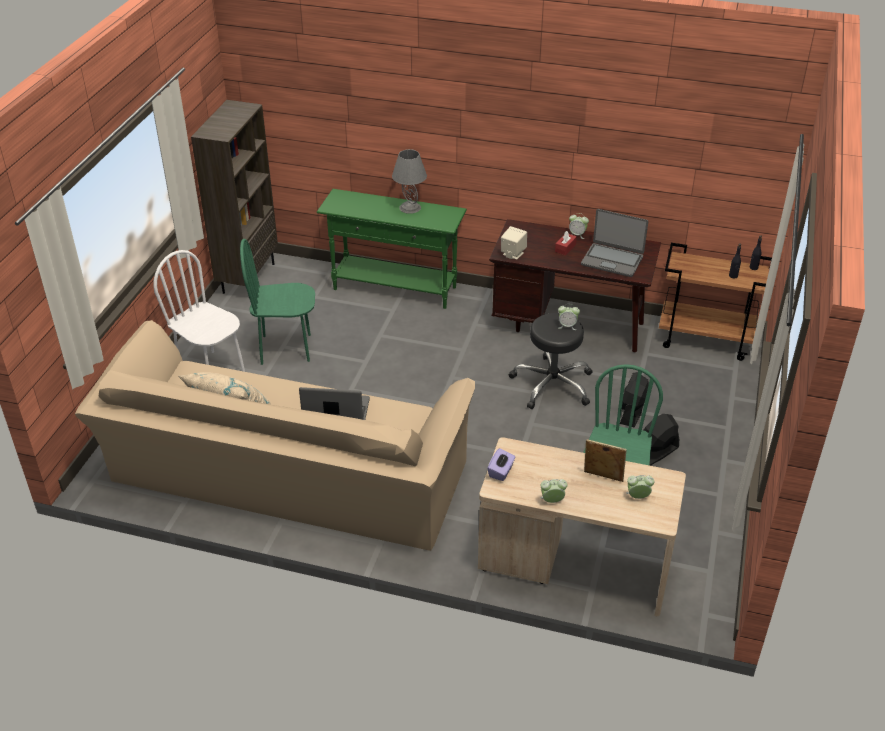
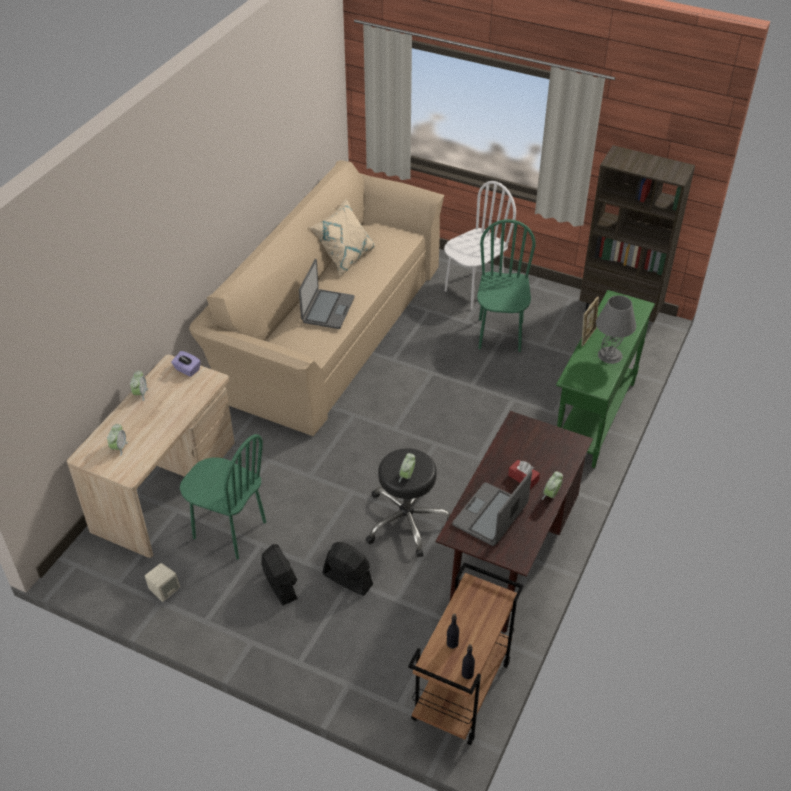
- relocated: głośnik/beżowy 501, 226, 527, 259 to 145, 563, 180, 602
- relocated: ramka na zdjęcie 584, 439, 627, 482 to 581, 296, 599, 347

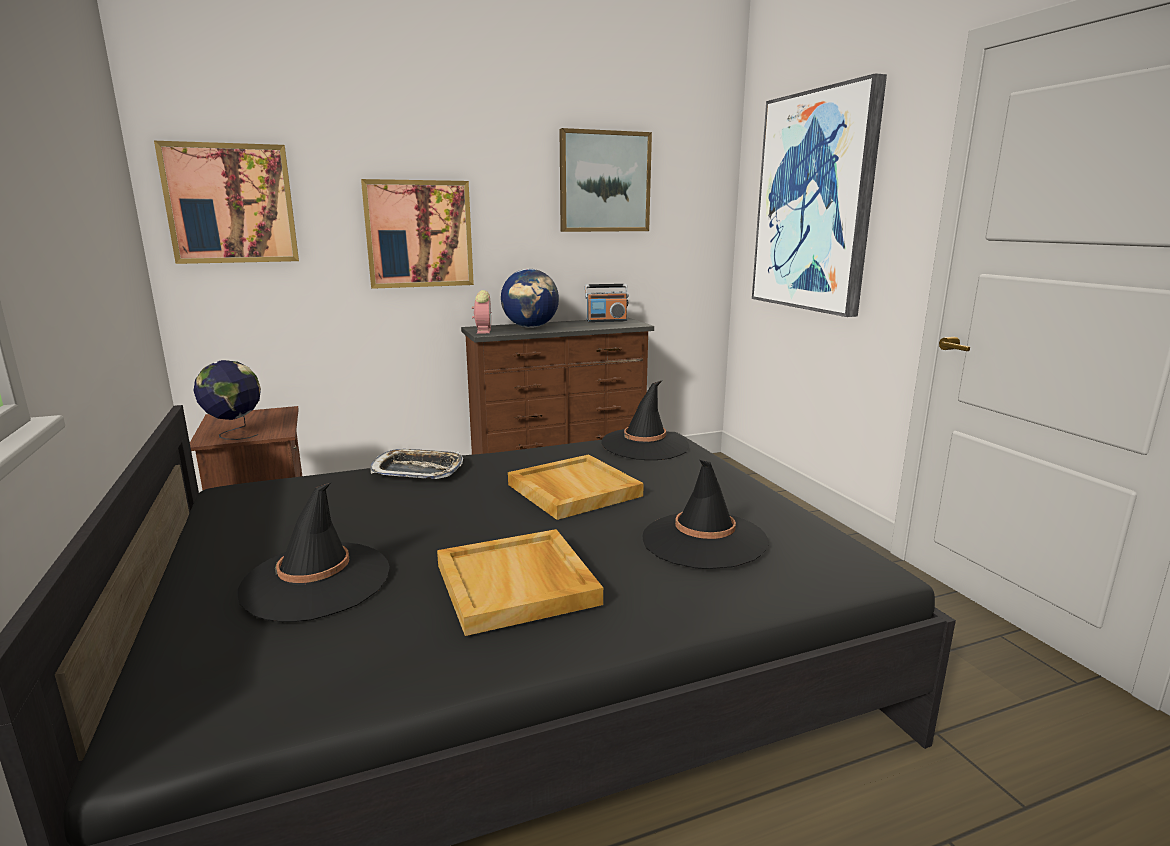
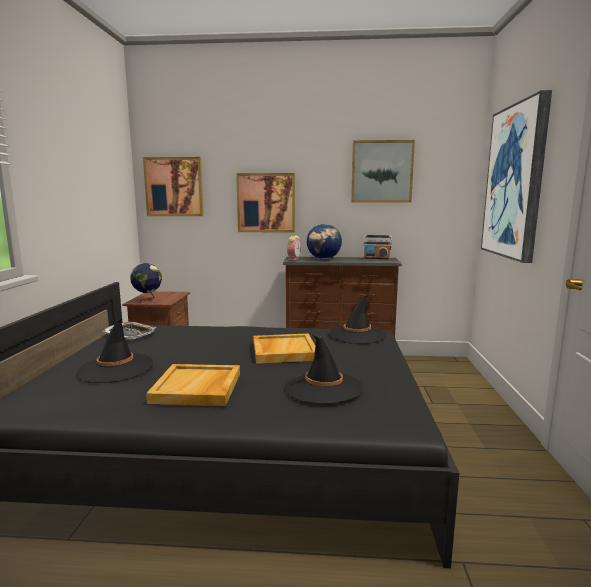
- relocated: taca 371, 449, 463, 479 to 102, 322, 157, 340

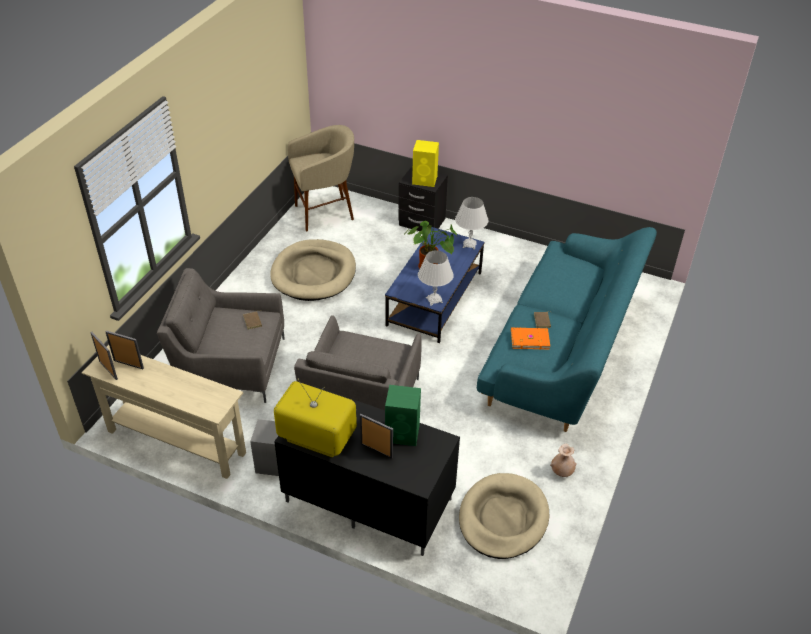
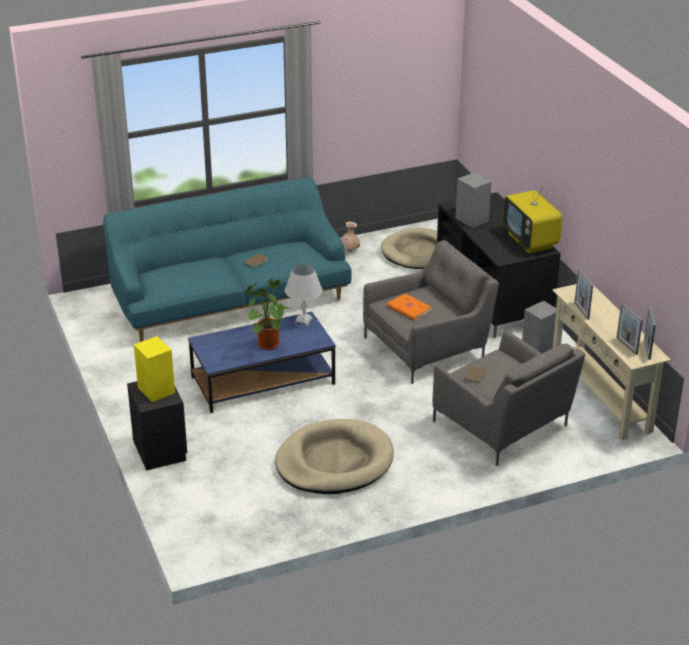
- missing: stołek/beżowy 288, 125, 354, 232
- relocated: ramka na zdjęcie 360, 414, 393, 459 to 574, 269, 593, 320
- colour: głośnik/zielony 385, 385, 421, 446 to głośnik/szary 455, 172, 491, 228
- missing: lampa stołowa/biały 455, 197, 488, 249
- relocated: książka/pomarańczowy 511, 327, 550, 350 to 387, 294, 432, 321

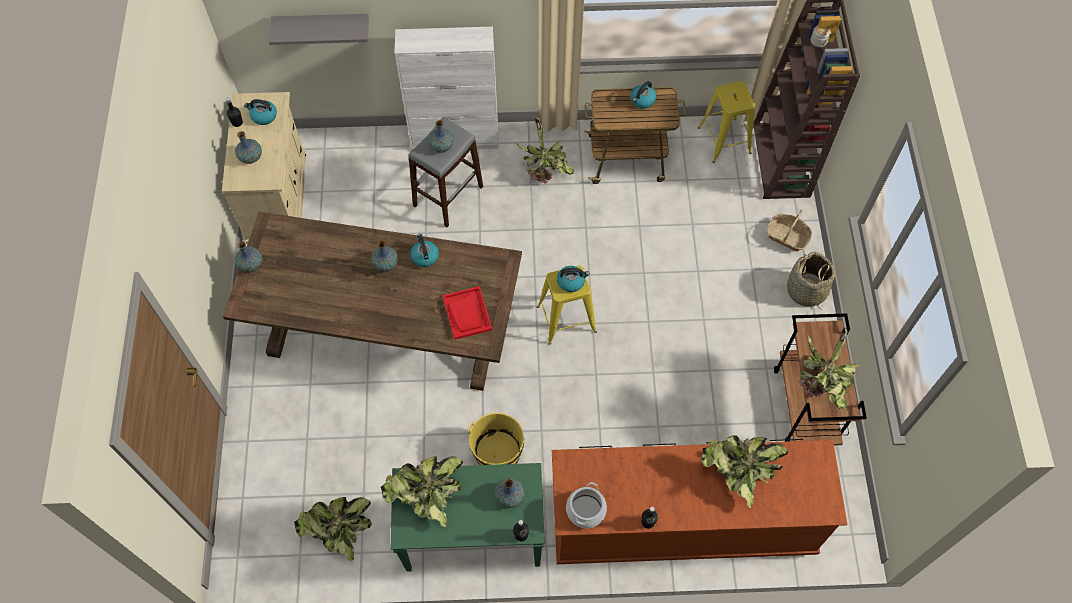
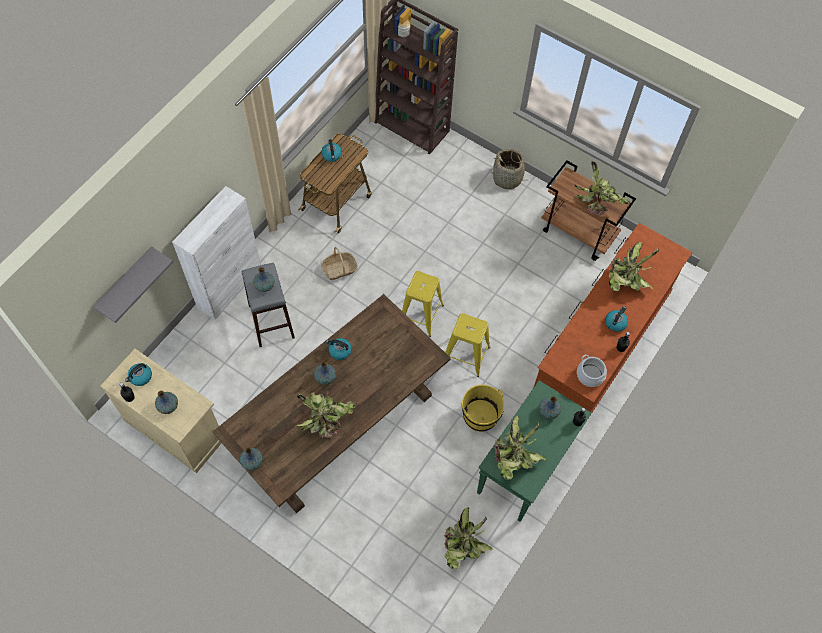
- missing: taca/czerwony 442, 286, 492, 340
- relocated: roślina doniczkowa 515, 118, 574, 184 to 296, 392, 356, 439
- relocated: czajnik 557, 266, 590, 292 to 605, 306, 628, 332
- relocated: stołek/żółty 698, 81, 755, 163 to 445, 313, 490, 377
- relocated: koszyk 767, 210, 812, 252 to 321, 247, 358, 280

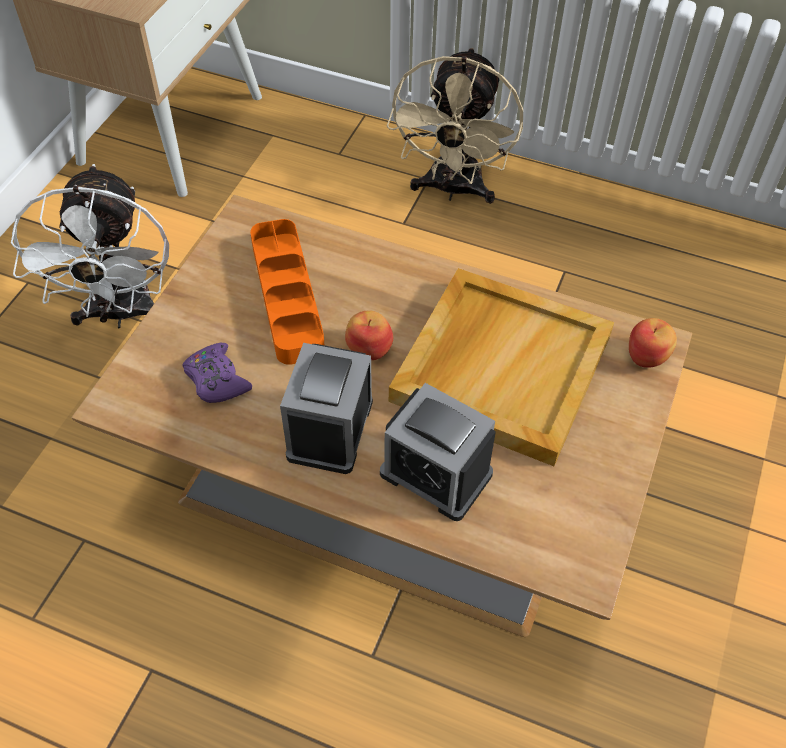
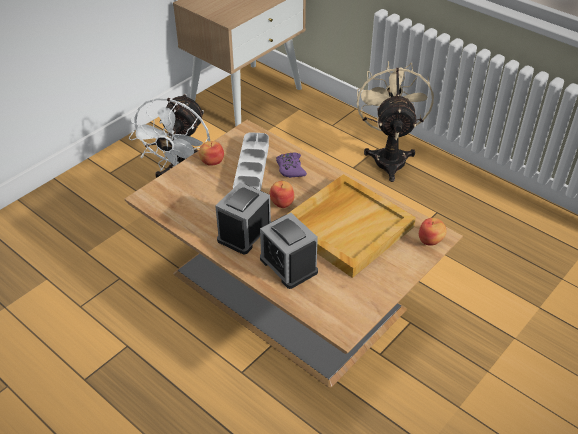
- relocated: pad do gier/fioletowy 182, 343, 252, 403 to 276, 153, 307, 178
- colour: taca/pomarańczowy 250, 219, 324, 365 to taca/szary 233, 132, 269, 191
- spun: wentylator/beżowy 387, 48, 523, 204 = 357, 61, 434, 182 150 degrees clockwise
- appeared: jabłko 199, 141, 224, 166

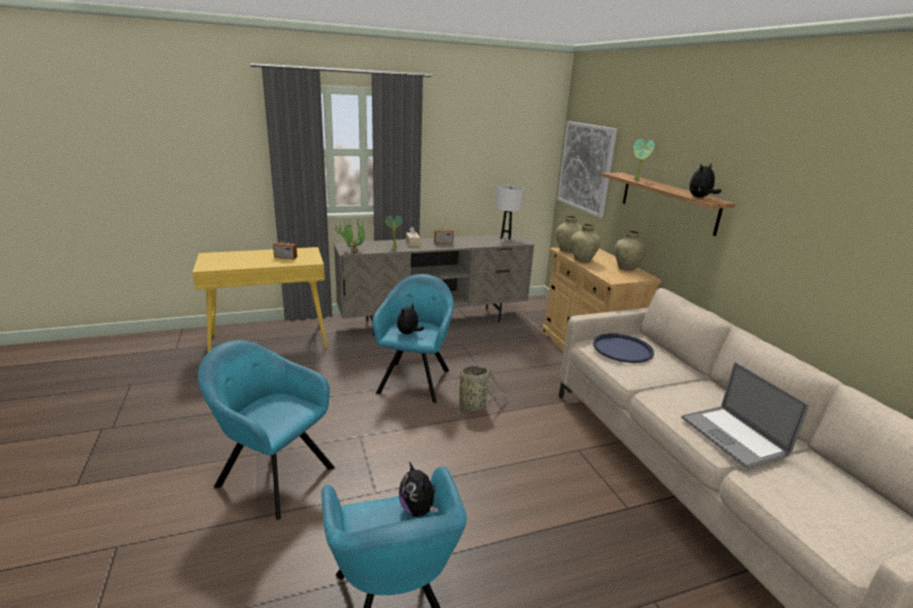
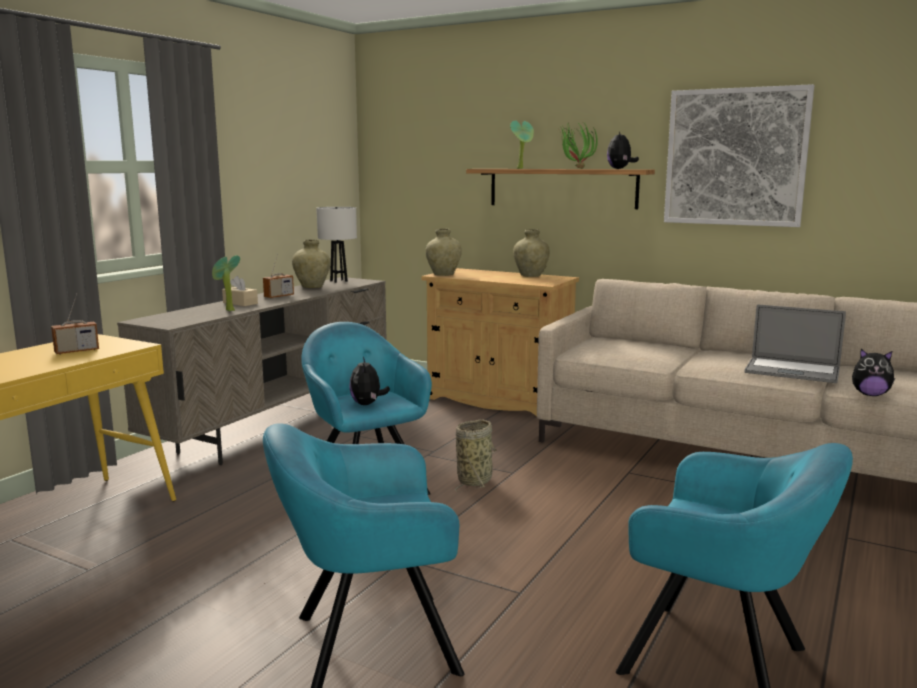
- relocated: roślina doniczkowa 335, 218, 365, 252 to 559, 119, 598, 169
- relocated: pluszak 399, 461, 438, 517 to 852, 349, 895, 396
- relocated: obraz 557, 121, 617, 218 to 664, 84, 814, 227
- relocated: wazon/beżowy 571, 224, 600, 262 to 292, 239, 331, 288
- missing: taca/niebieski 593, 333, 654, 363

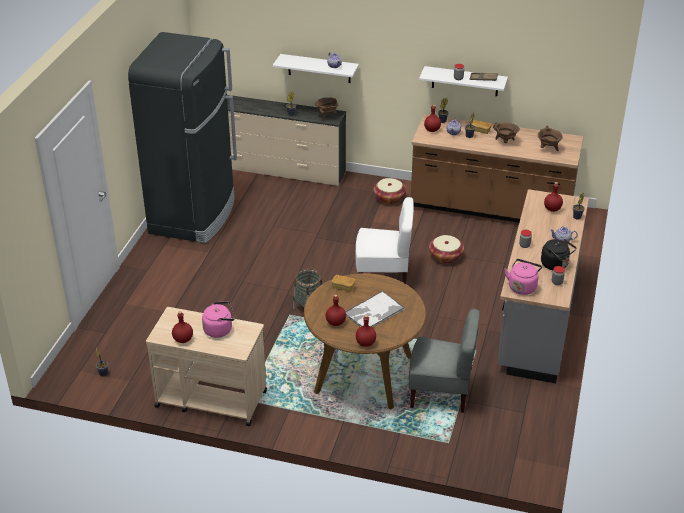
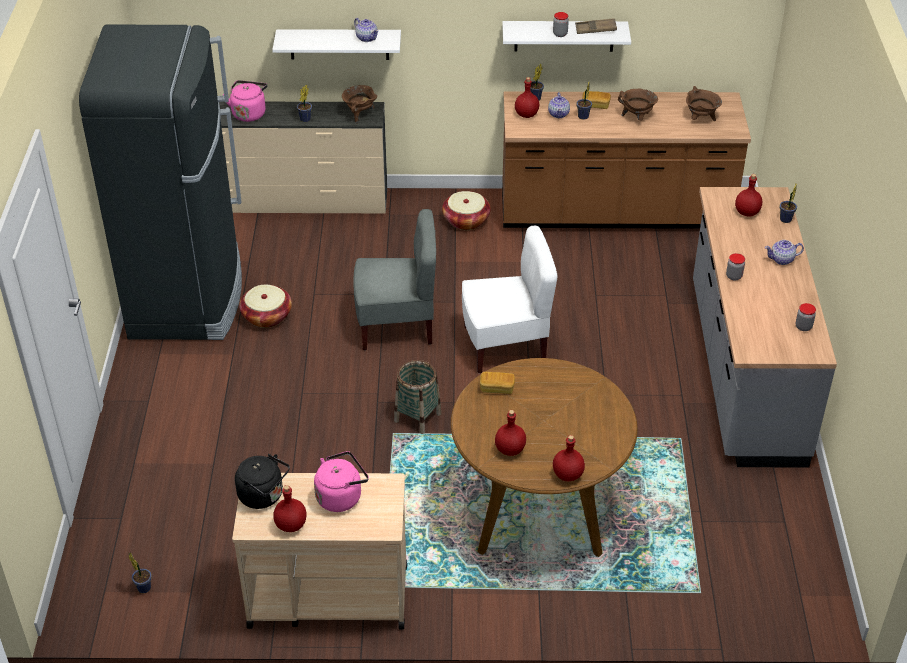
- missing: taca 345, 291, 405, 327
- relocated: krzesło/szary 409, 309, 480, 413 to 353, 209, 436, 350
- relocated: koszyk 429, 235, 464, 264 to 239, 285, 292, 328
- relocated: czajnik/różowy 504, 259, 542, 295 to 223, 80, 267, 122
- relocated: czajnik/czarny 541, 239, 576, 270 to 235, 454, 290, 509

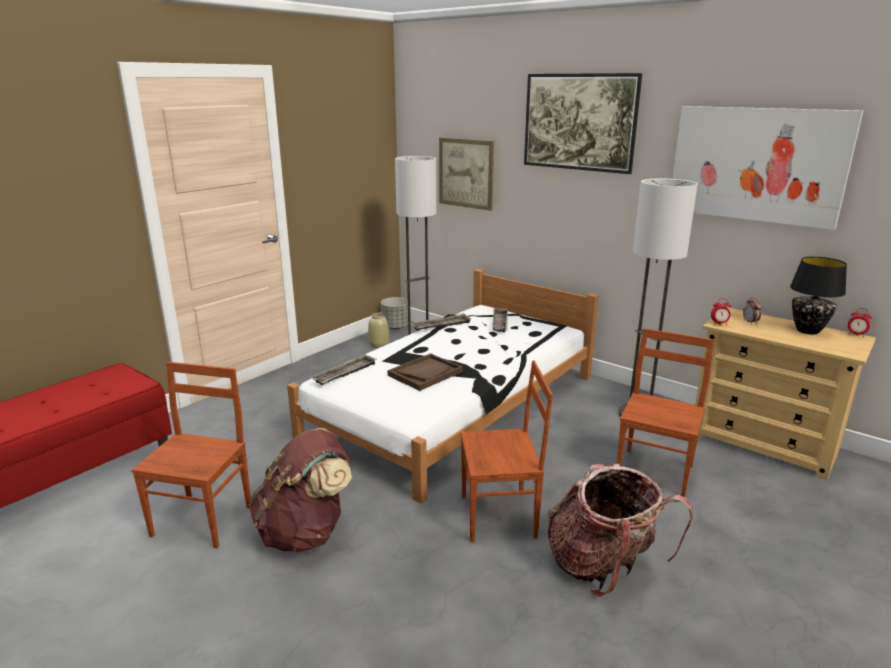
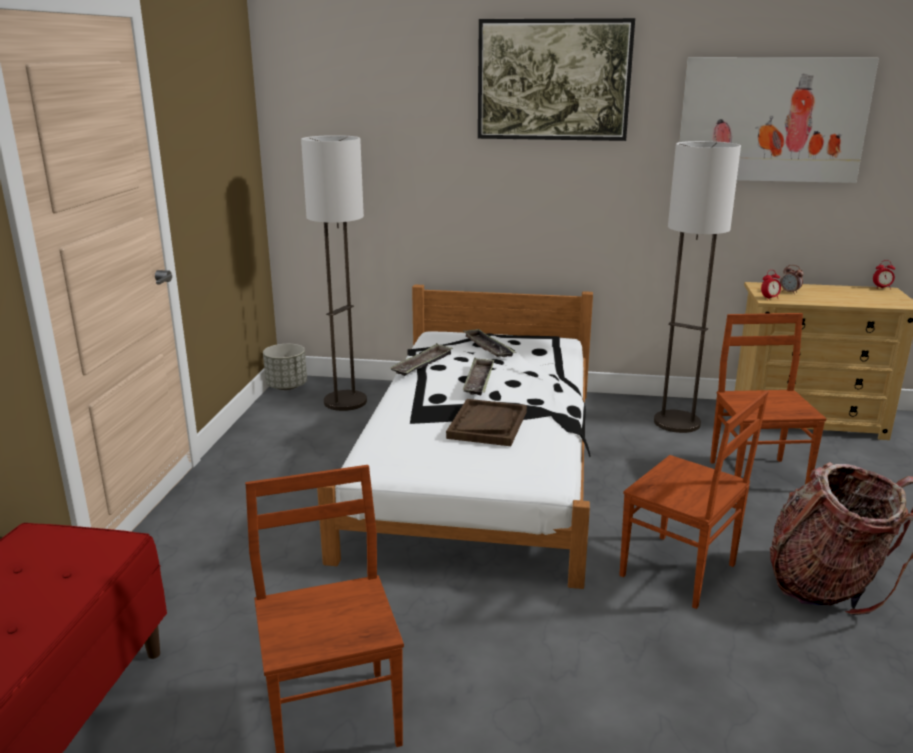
- missing: plecak/brązowy 249, 428, 352, 553
- relocated: taca 311, 354, 376, 385 to 463, 358, 494, 396
- missing: wazon/beżowy 368, 313, 389, 348
- missing: obraz 439, 138, 494, 211
- spun: krzesło/brązowy 461, 361, 553, 542 = 619, 390, 769, 609 75 degrees clockwise
- missing: lampa stołowa/czarny 790, 257, 847, 335

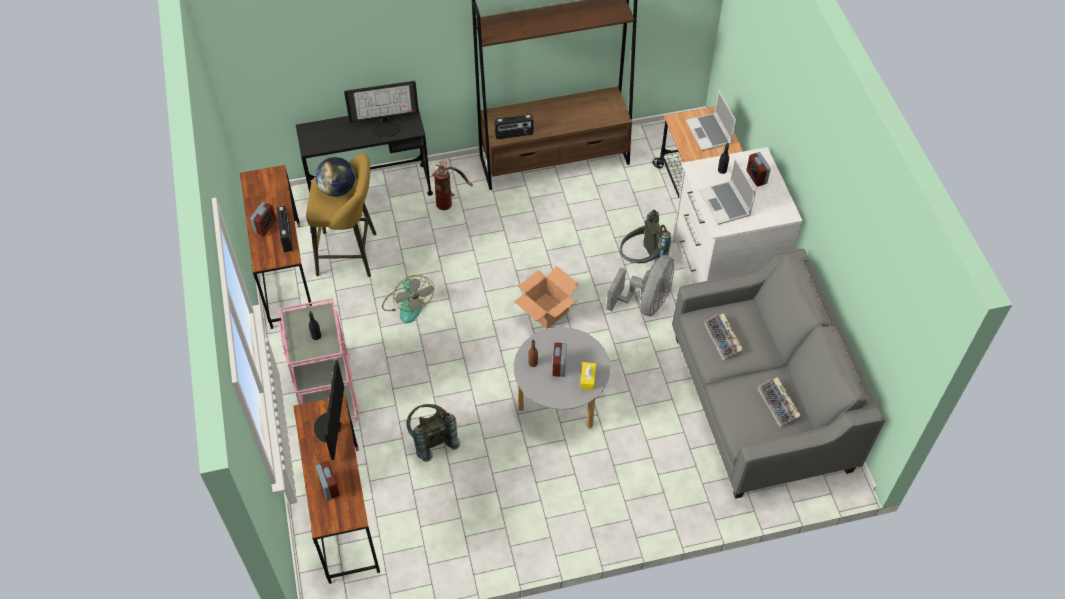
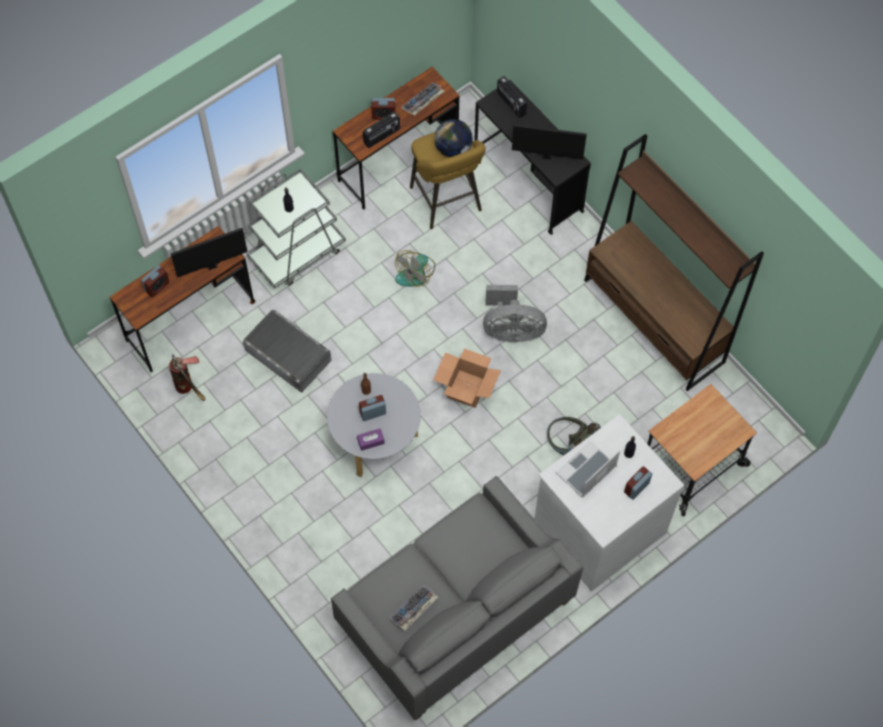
- colour: wózek/różowy 279, 298, 359, 422 to wózek/szary 246, 168, 346, 289
- spun: monitor 344, 81, 419, 138 = 512, 124, 587, 160 135 degrees clockwise
- exchanged: plecak/szary 407, 404, 461, 462 to pojemnik do przechowywania/szary 243, 310, 332, 392
- relocated: gaśnica 432, 162, 473, 210 to 169, 354, 206, 401
- relocated: radio 494, 114, 533, 139 to 497, 76, 527, 118
- colour: pudełko chusteczek/żółty 580, 362, 596, 390 to pudełko chusteczek/fioletowy 357, 428, 385, 451
- relocated: wentylator/szary 606, 255, 674, 316 to 483, 285, 547, 342
- missing: laptop 686, 90, 736, 151
- relocated: klawiatura 704, 313, 743, 360 to 401, 82, 445, 116

